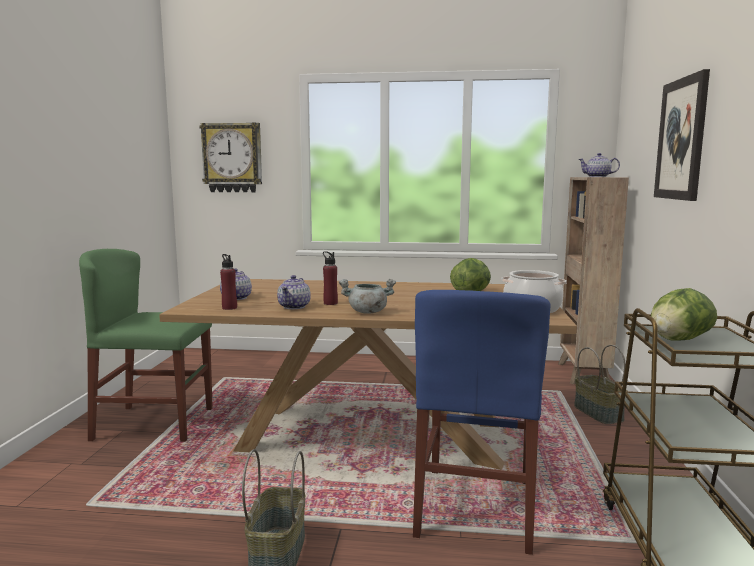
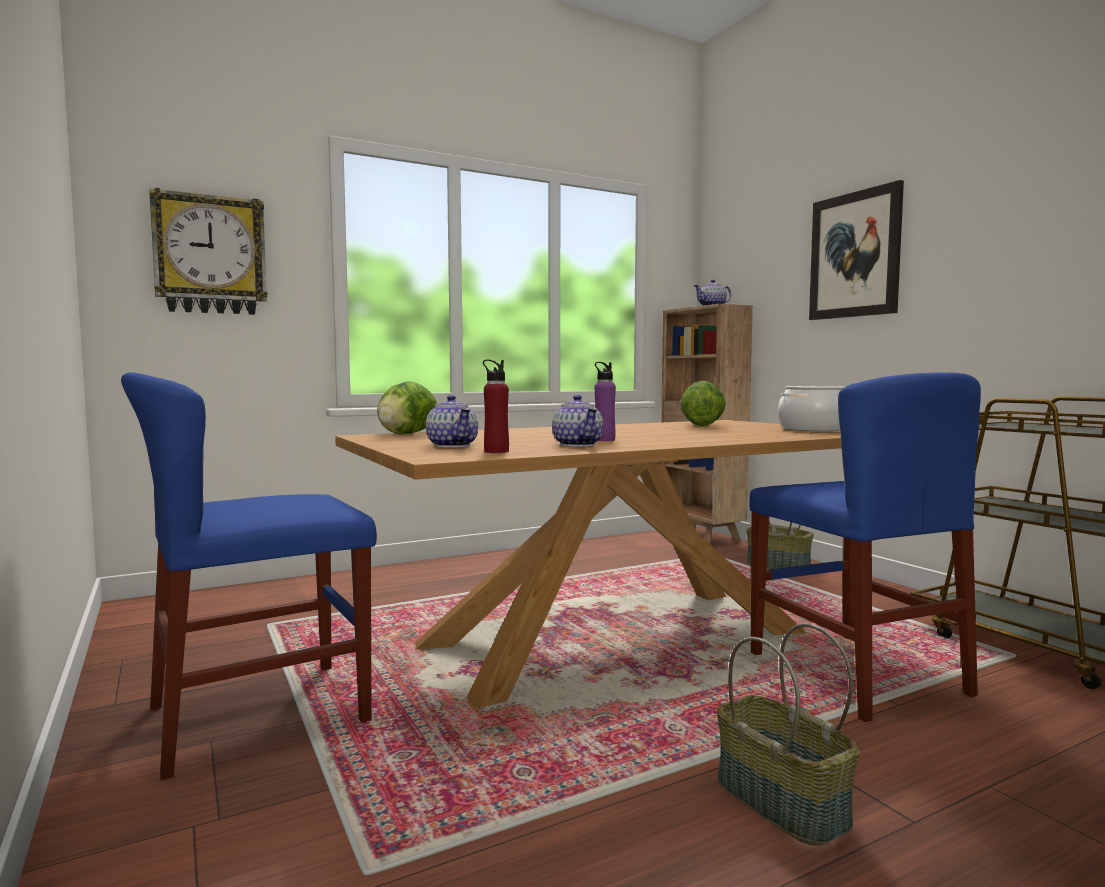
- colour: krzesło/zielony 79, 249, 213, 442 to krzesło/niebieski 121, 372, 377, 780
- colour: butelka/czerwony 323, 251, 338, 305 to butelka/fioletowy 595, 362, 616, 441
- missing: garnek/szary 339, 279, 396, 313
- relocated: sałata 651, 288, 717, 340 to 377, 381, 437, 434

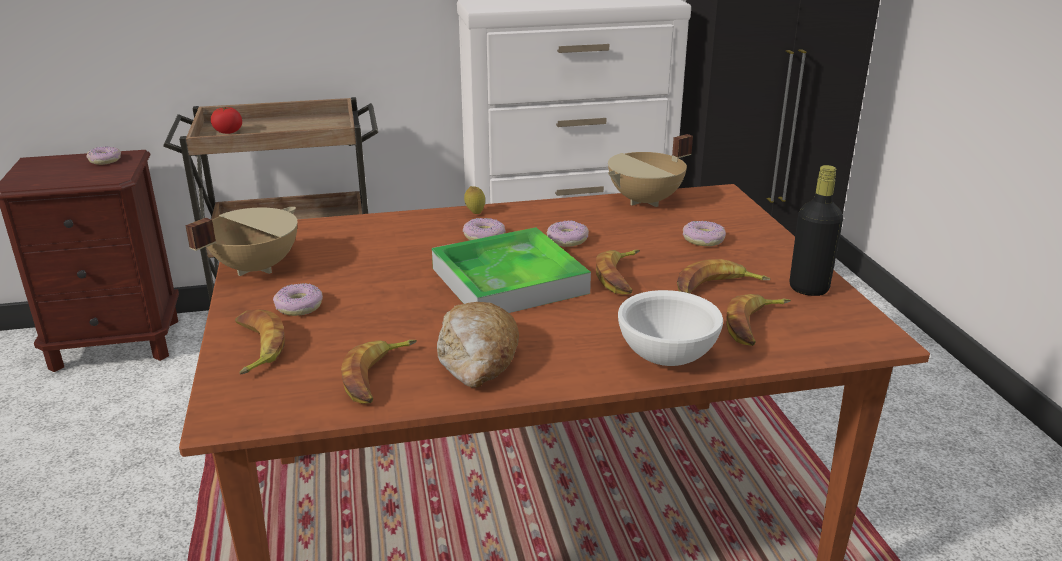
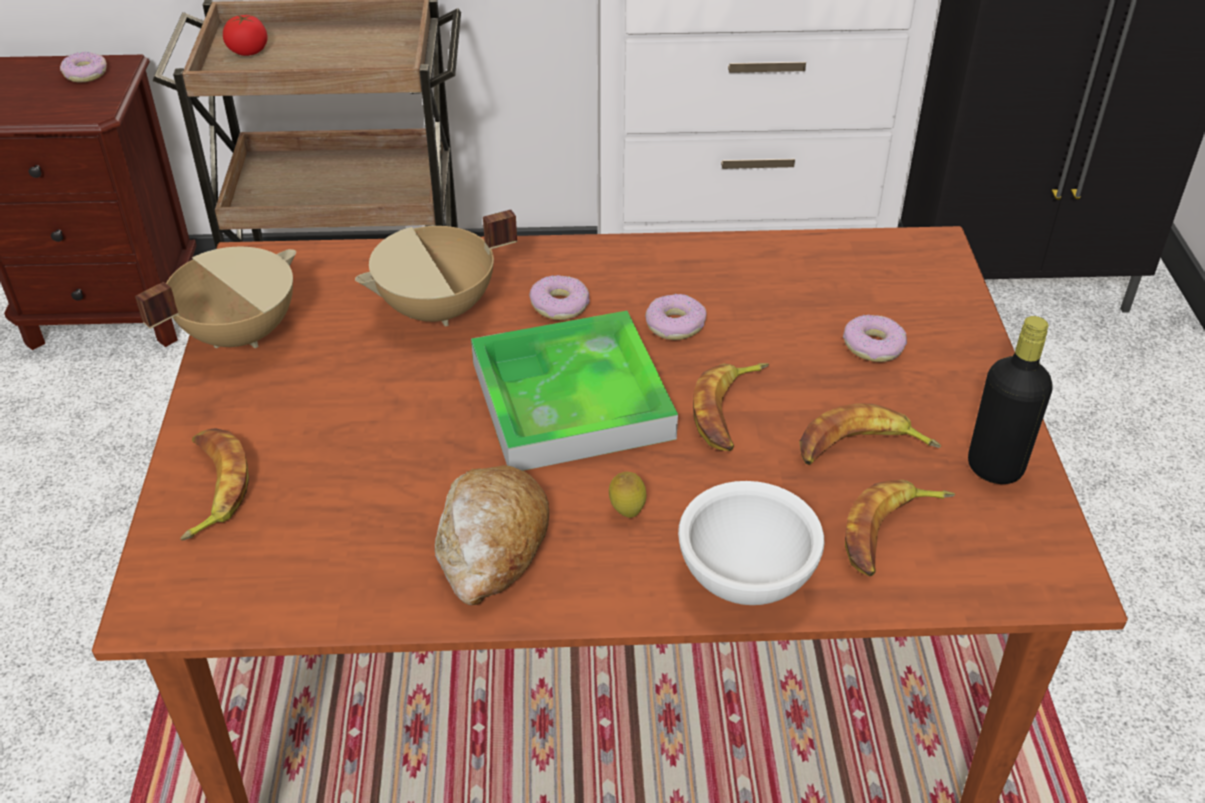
- missing: donut 273, 283, 323, 316
- missing: banan 341, 340, 417, 403
- relocated: cytryna 464, 186, 485, 214 to 609, 472, 647, 518
- relocated: garnek/beżowy 608, 134, 693, 207 to 355, 210, 517, 326

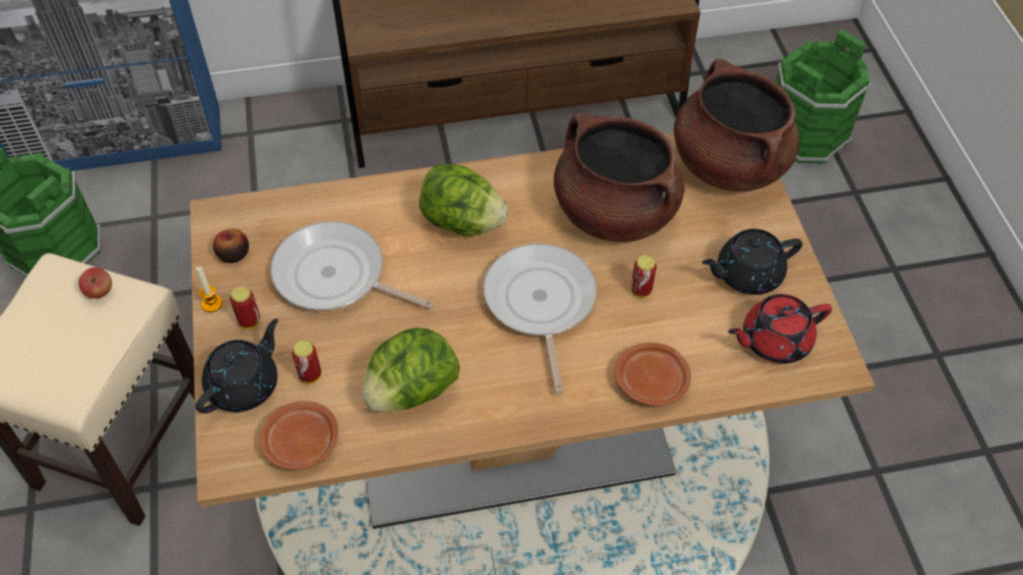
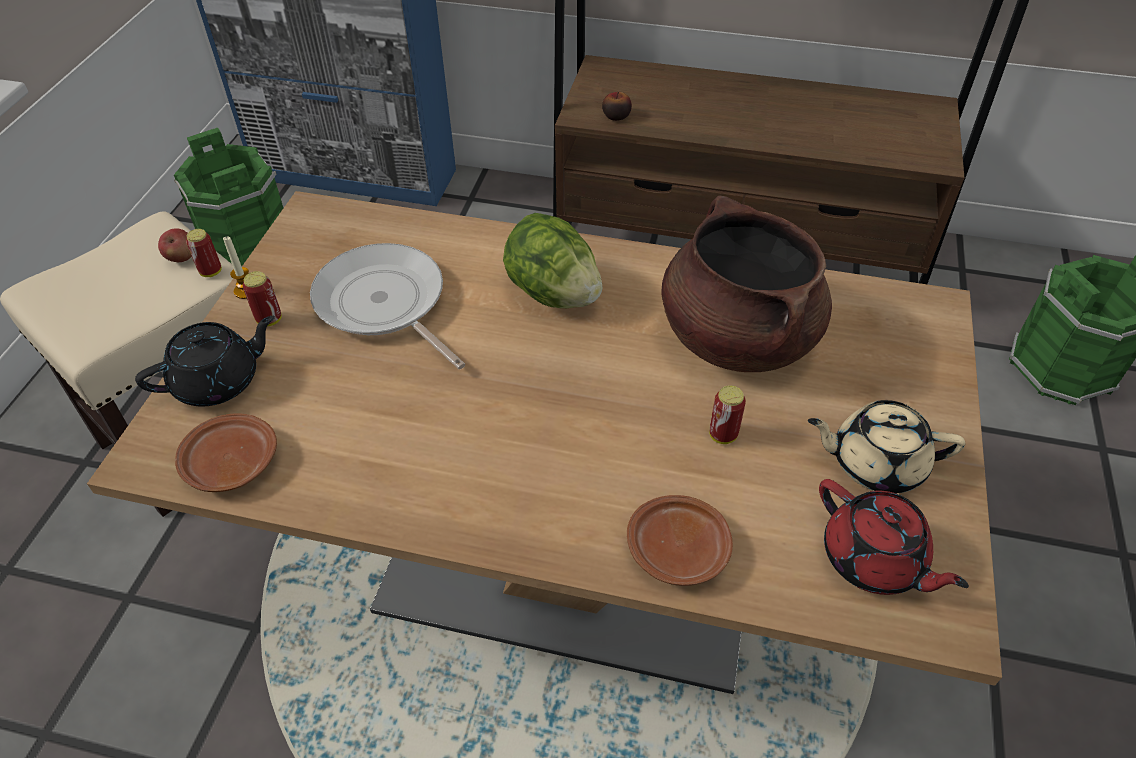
- relocated: jabłko 213, 228, 249, 263 to 602, 92, 632, 121
- relocated: puszka 292, 341, 321, 384 to 186, 229, 222, 277
- missing: sałata 362, 328, 460, 413
- missing: patelnia 483, 244, 597, 394
- missing: garnek/brązowy 674, 58, 799, 191
- colour: imbryk/czarny 702, 229, 803, 295 to imbryk/beżowy 808, 400, 965, 493
- spun: imbryk/czerwony 728, 294, 832, 364 = 819, 479, 969, 595 135 degrees counterclockwise

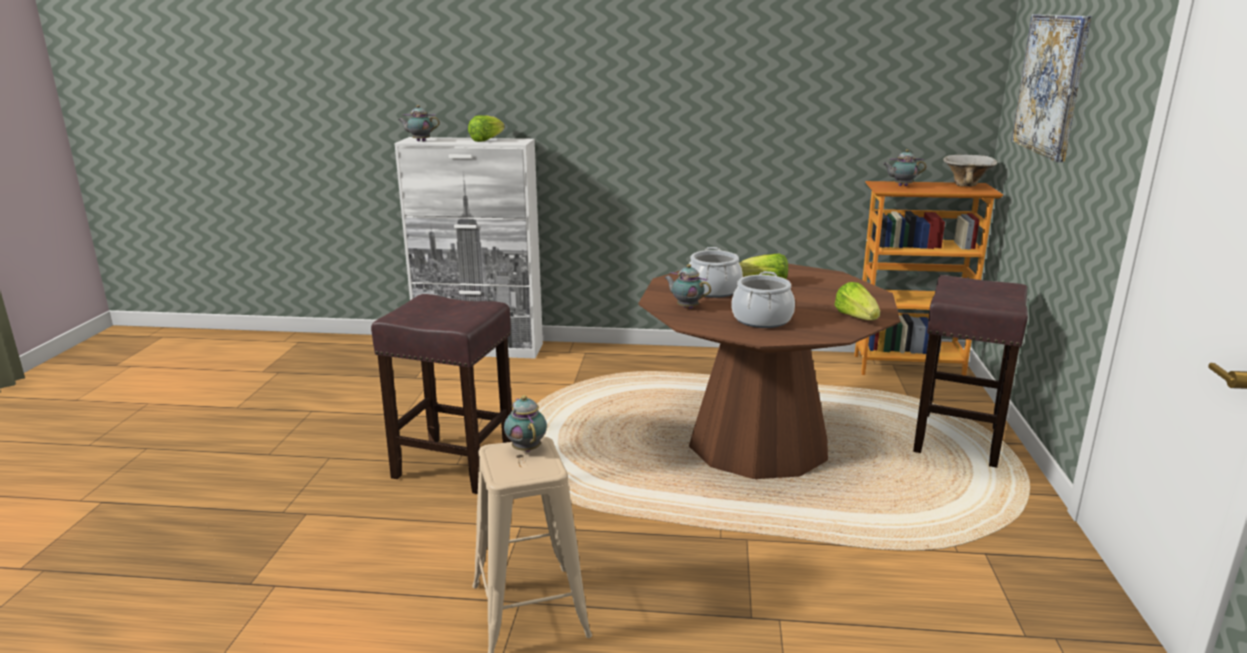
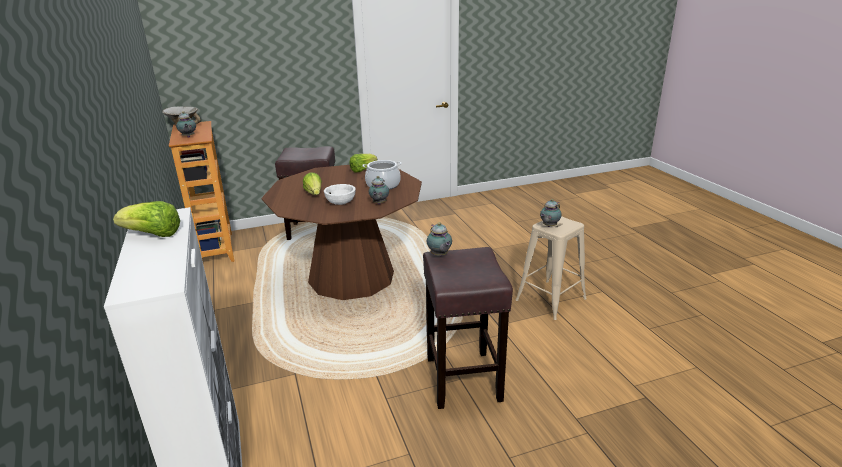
- relocated: imbryk 398, 105, 440, 141 to 427, 222, 452, 256
- exchanged: garnek 689, 247, 743, 298 to miska/biały 324, 184, 356, 205
- missing: obraz 1012, 14, 1092, 162

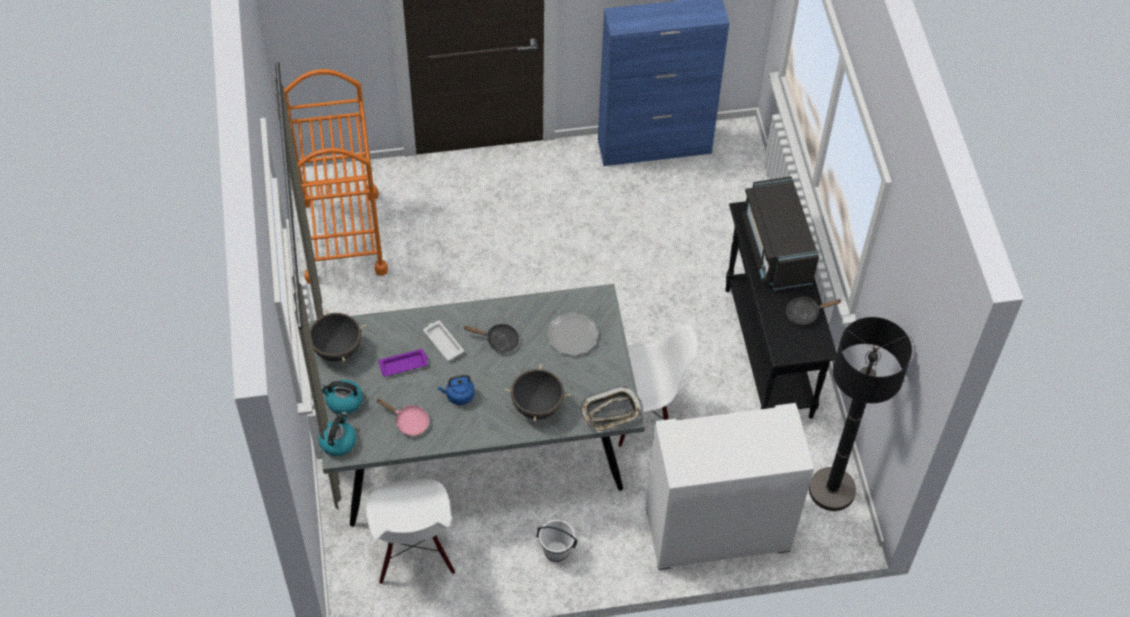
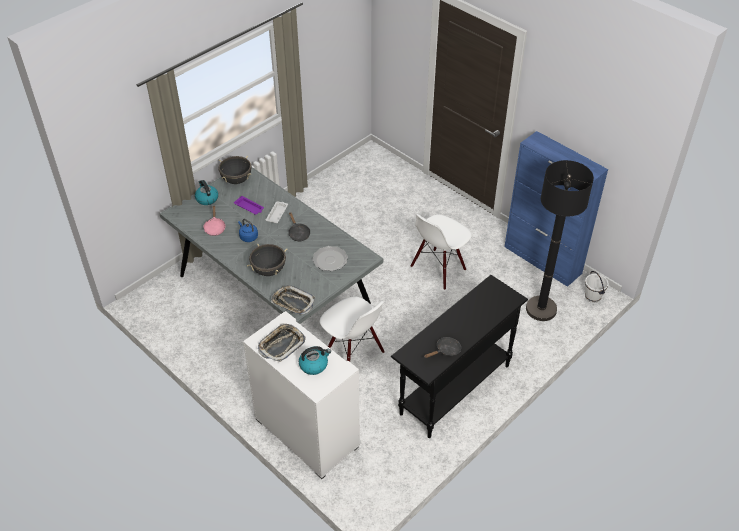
- missing: wózek/pomarańczowy 284, 69, 388, 284
- relocated: czajnik 318, 412, 356, 456 to 299, 346, 331, 375
- relocated: krzesło/biały 366, 478, 455, 584 to 411, 214, 472, 290
- relocated: wiadro/biały 536, 520, 577, 562 to 585, 271, 609, 303
- missing: mikrofalówka/czarny 741, 176, 819, 290
- spun: patelnia/czarny 786, 297, 842, 325 = 424, 337, 461, 358 105 degrees clockwise
- relocated: lampa stojąca/czarny 809, 317, 912, 511 to 526, 160, 594, 321
- appeared: taca 258, 323, 305, 362

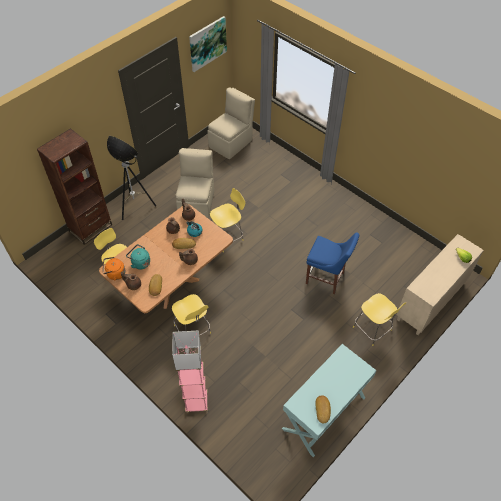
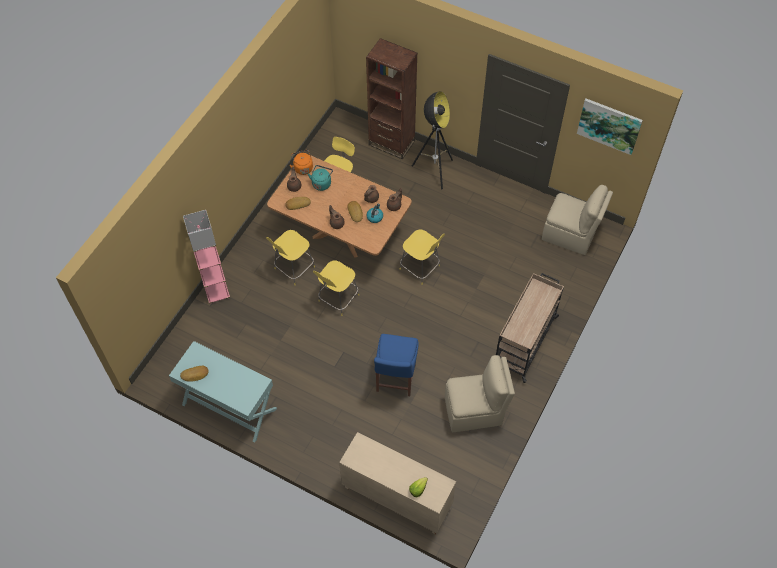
- relocated: krzesło/beżowy 176, 148, 214, 219 to 445, 355, 515, 432
- relocated: stołek/żółty 353, 293, 406, 346 to 313, 260, 359, 316
- appeared: wózek/beżowy 496, 273, 564, 383

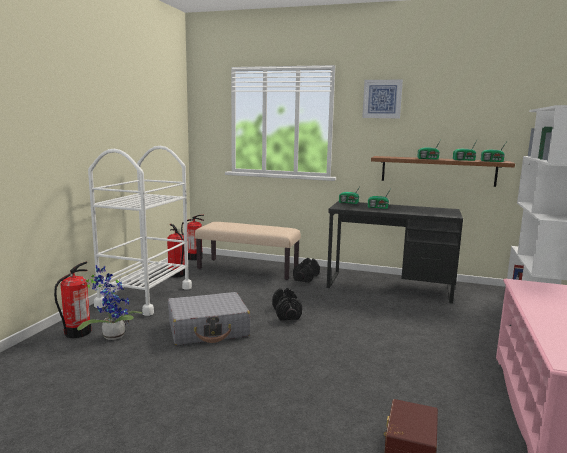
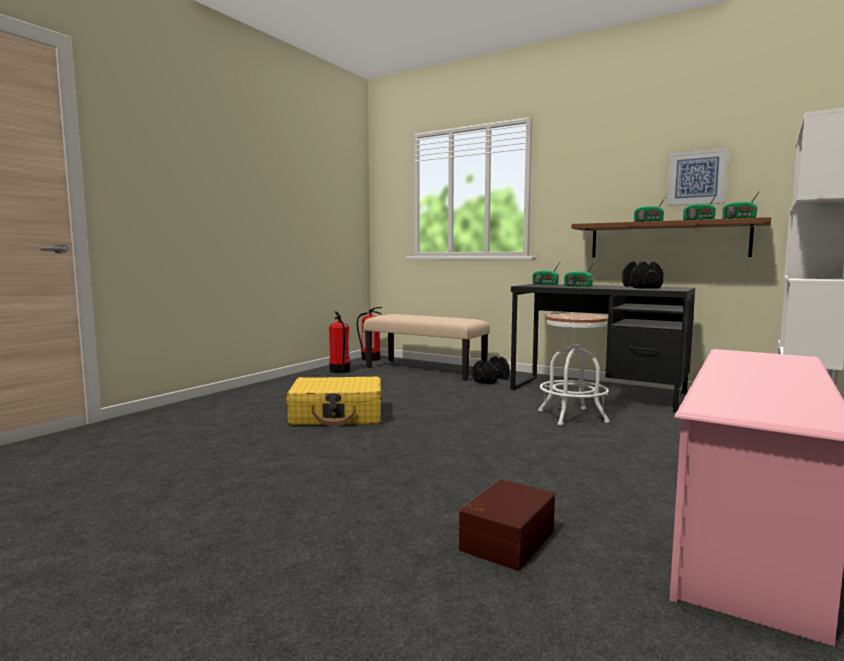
- missing: gaśnica 54, 262, 91, 338
- missing: roślina doniczkowa 77, 265, 143, 340
- missing: wózek/biały 88, 146, 192, 316
- colour: walizka/szary 168, 292, 250, 345 to walizka/żółty 286, 377, 382, 426
- relocated: hantel/czarny 272, 288, 302, 321 to 622, 262, 664, 289
- relocated: obraz 362, 80, 403, 119 to 667, 148, 728, 206
- appeared: stołek/biały 538, 314, 610, 426

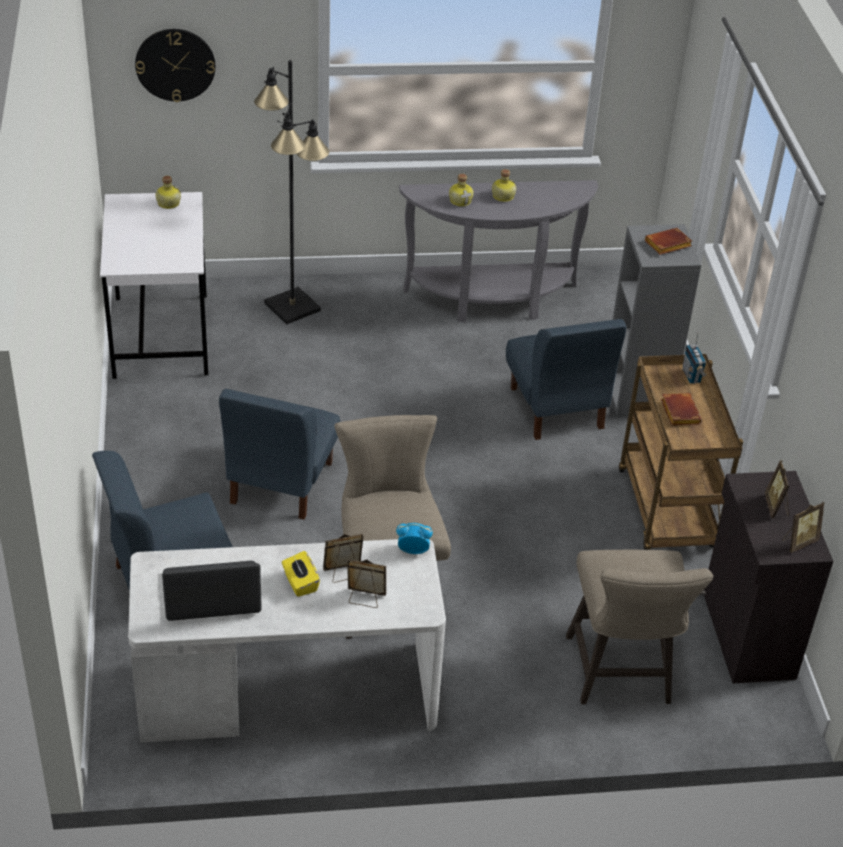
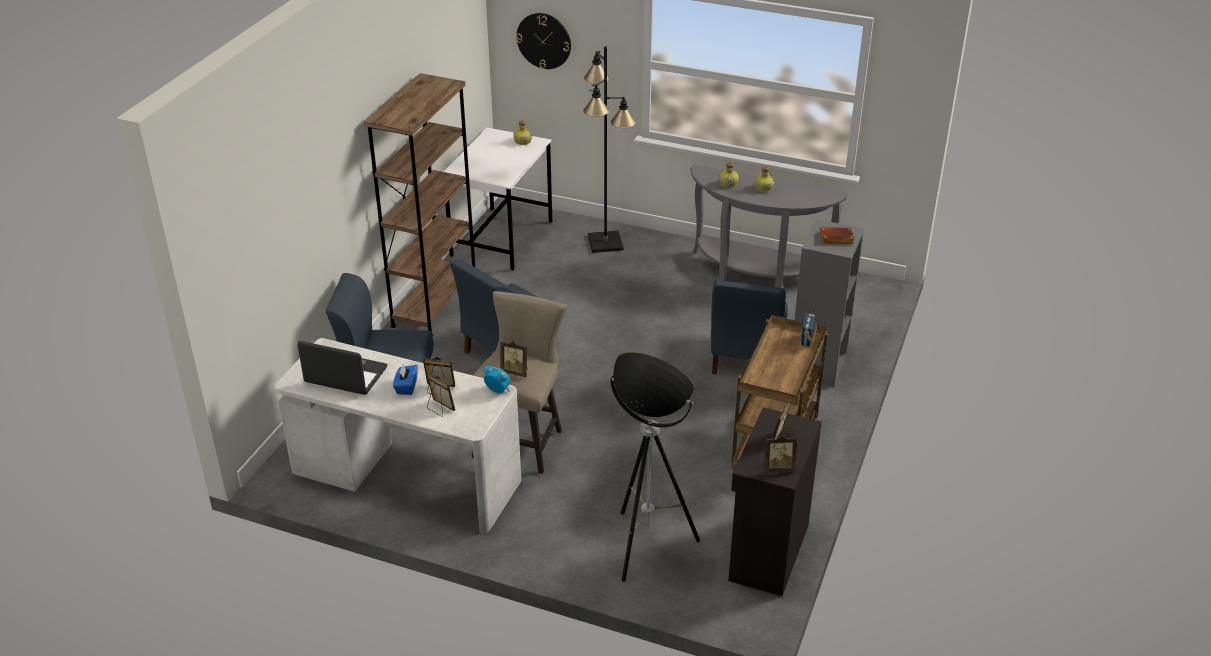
- colour: pudełko chusteczek/żółty 282, 551, 320, 597 to pudełko chusteczek/niebieski 393, 364, 418, 395
- exchanged: stołek/beżowy 566, 550, 713, 704 to lampa stojąca 610, 352, 700, 582
- missing: książka/brązowy 661, 393, 702, 426
- appeared: regał/brązowy 364, 73, 475, 336
- appeared: ramka na zdjęcie 500, 341, 528, 377

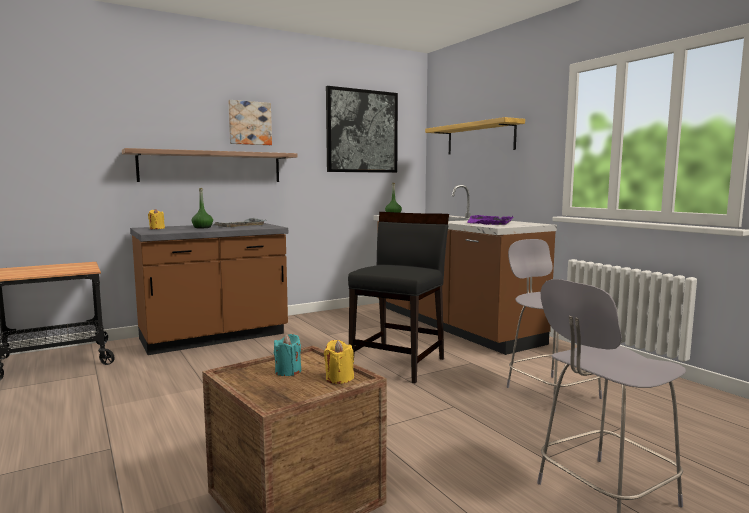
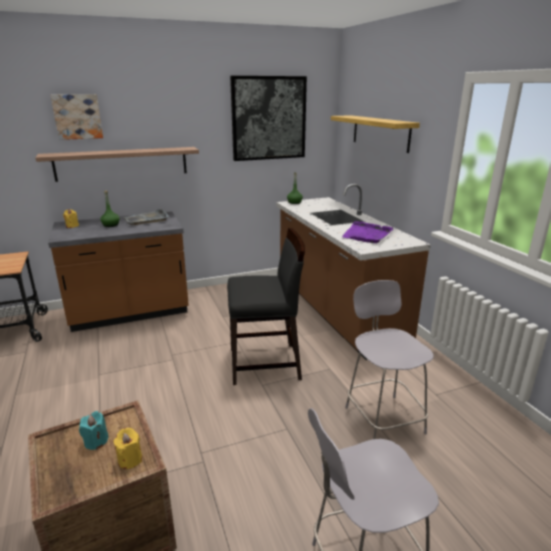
- relocated: obraz 228, 100, 272, 145 to 51, 94, 103, 140
- spun: krzesło/czarny 348, 212, 449, 383 = 227, 228, 305, 385 45 degrees clockwise

